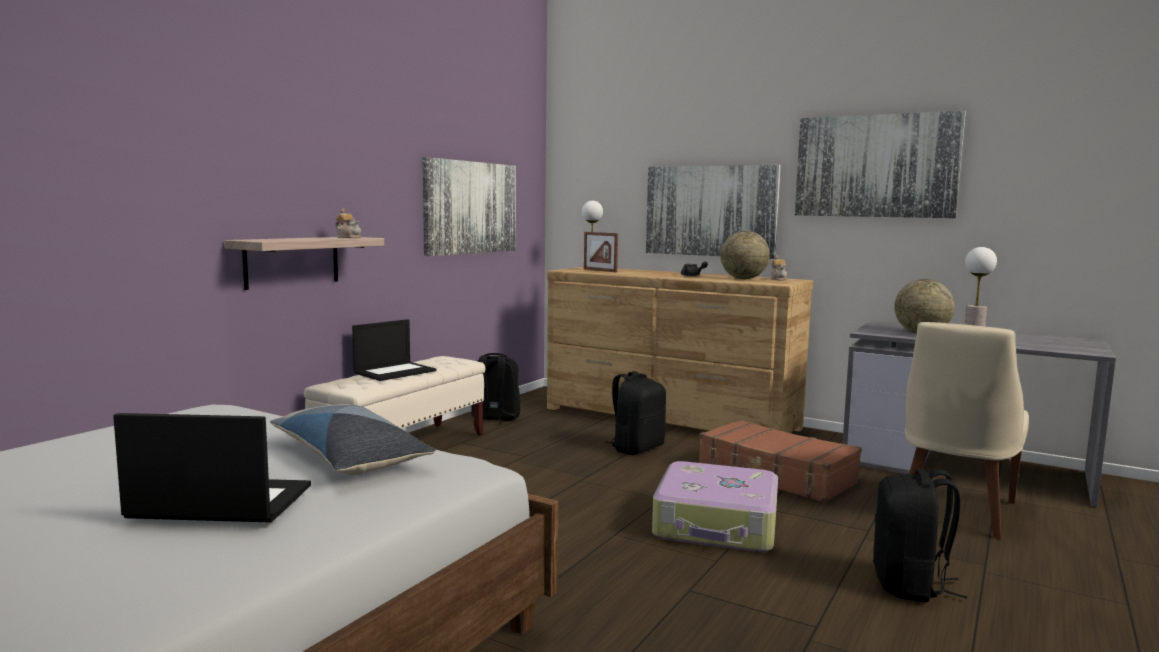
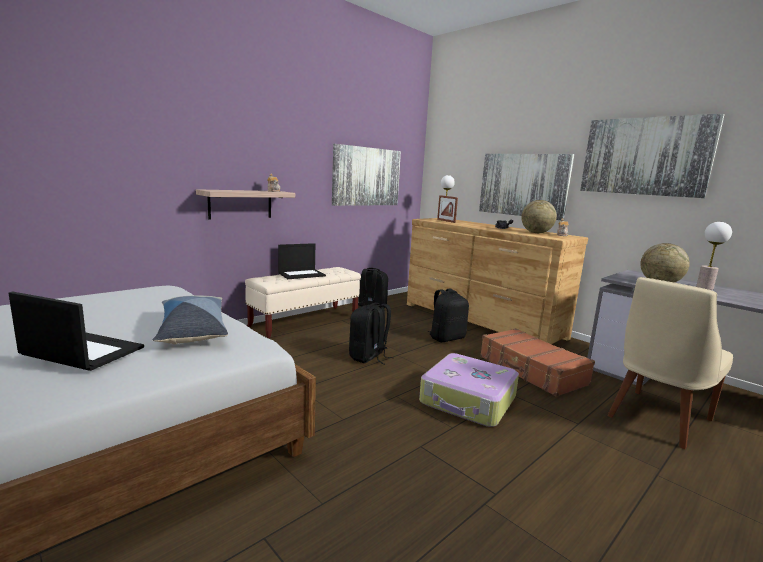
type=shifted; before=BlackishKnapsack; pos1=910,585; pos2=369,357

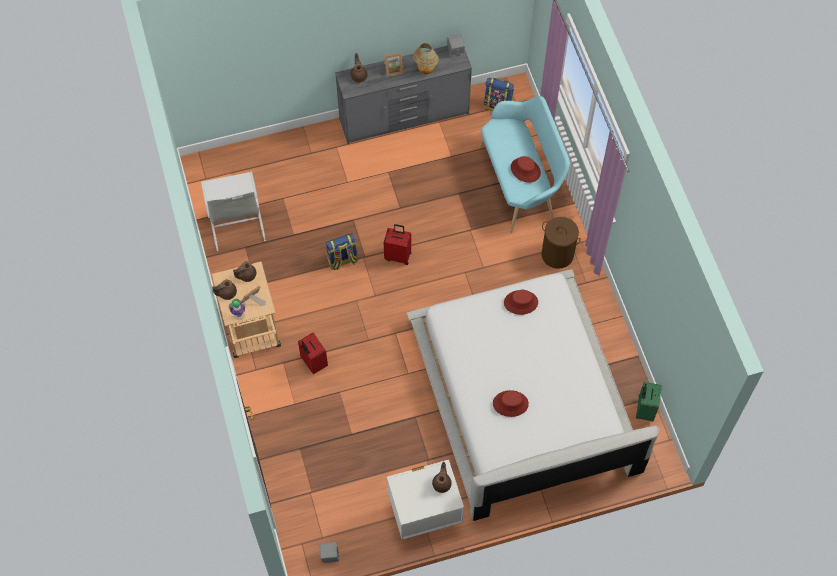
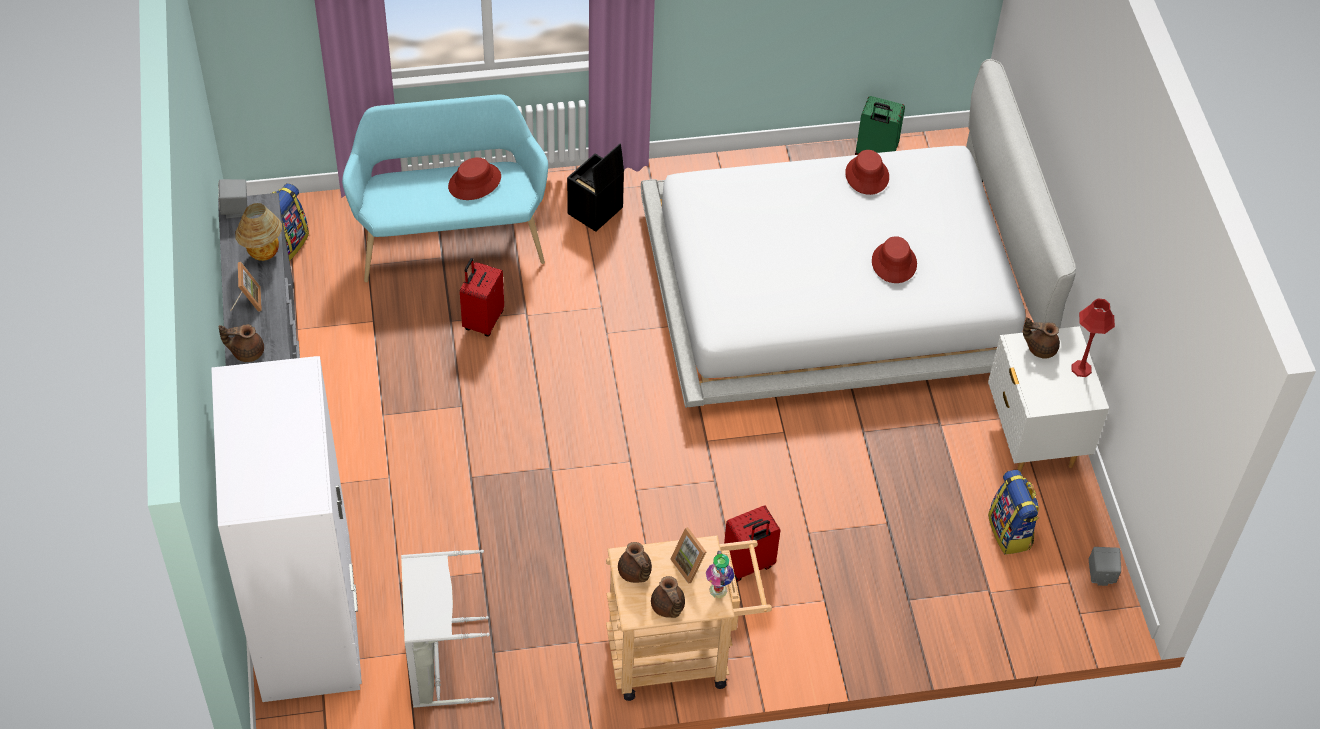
type=new; after=WhiteColouredArmoire; pos2=308,619
type=shifted; before=RedColouredSuitcase; pos1=398,255; pos2=482,321
type=swapped; before=BrownishWashingBasket; after=BlackishStorageBin; pos1=557,254; pos2=595,211
type=shifted; before=RedColouredHat; pos1=521,302; pos2=866,175
type=shifted; before=Knapsack; pos1=342,260; pos2=1010,532
type=new; after=RedColouredLampForATable; pos2=1081,368

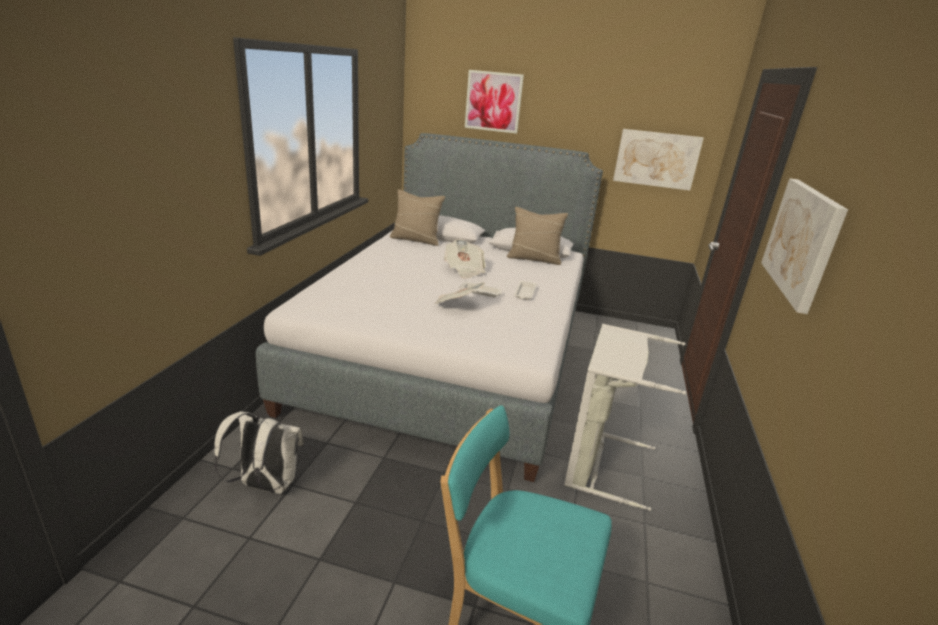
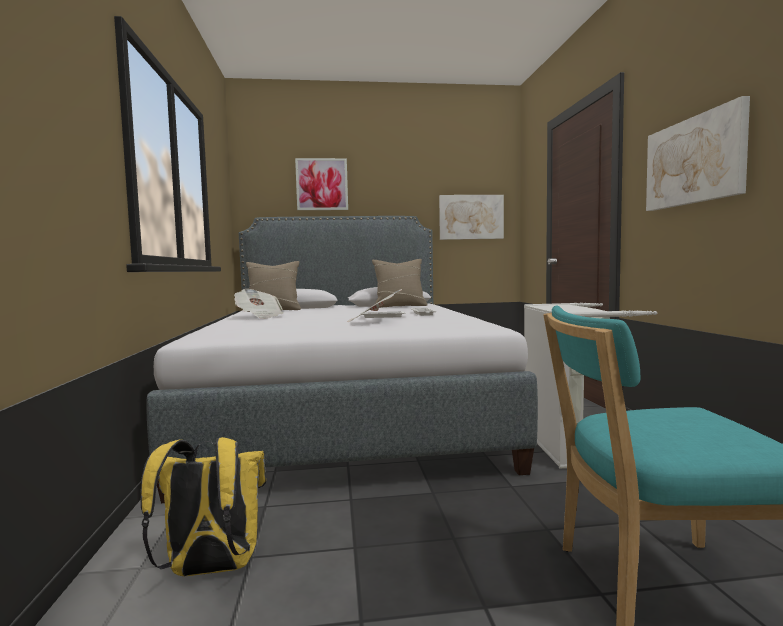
type=repainted; before=WhiteColouredKnapsack; after=YellowishKnapsack; pos1=265,485; pos2=210,569
type=shifted; before=DailyPaper; pos1=464,270; pos2=259,317

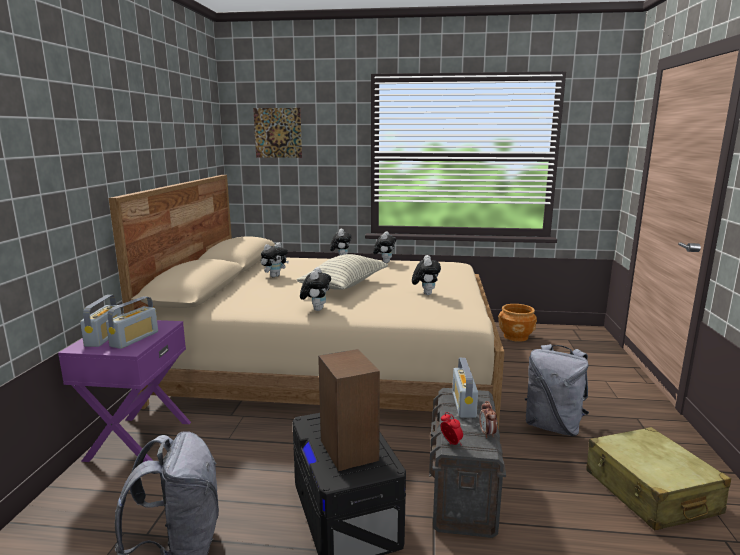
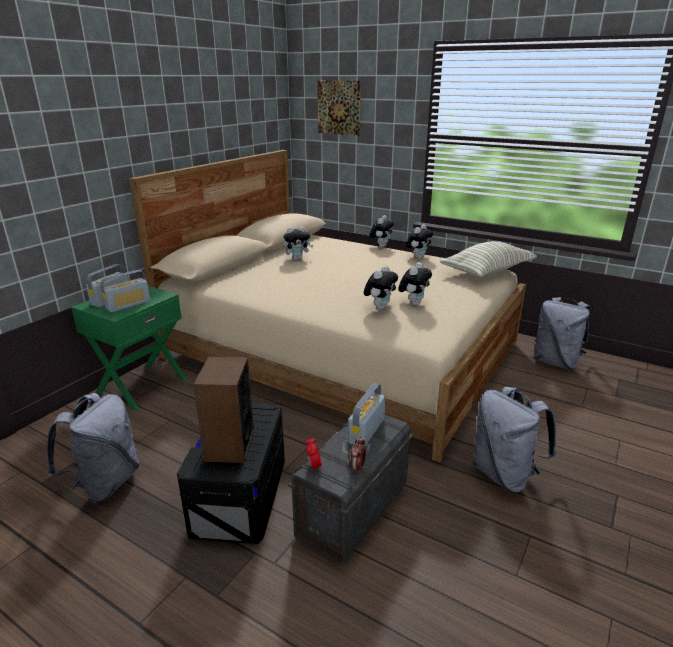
type=repainted; before=PurpleNightTable; after=GreenishNightTable; pos1=138,440; pos2=141,385
type=shifted; before=PlushToy; pos1=316,309; pos2=380,307
type=shifted; before=Pillow; pos1=344,286; pos2=487,272
type=swapped; before=BrownishFlowerPot; after=GreyishKnapsack; pos1=516,336; pos2=556,362
type=gone; before=BeigeSuitcase; pos1=650,492

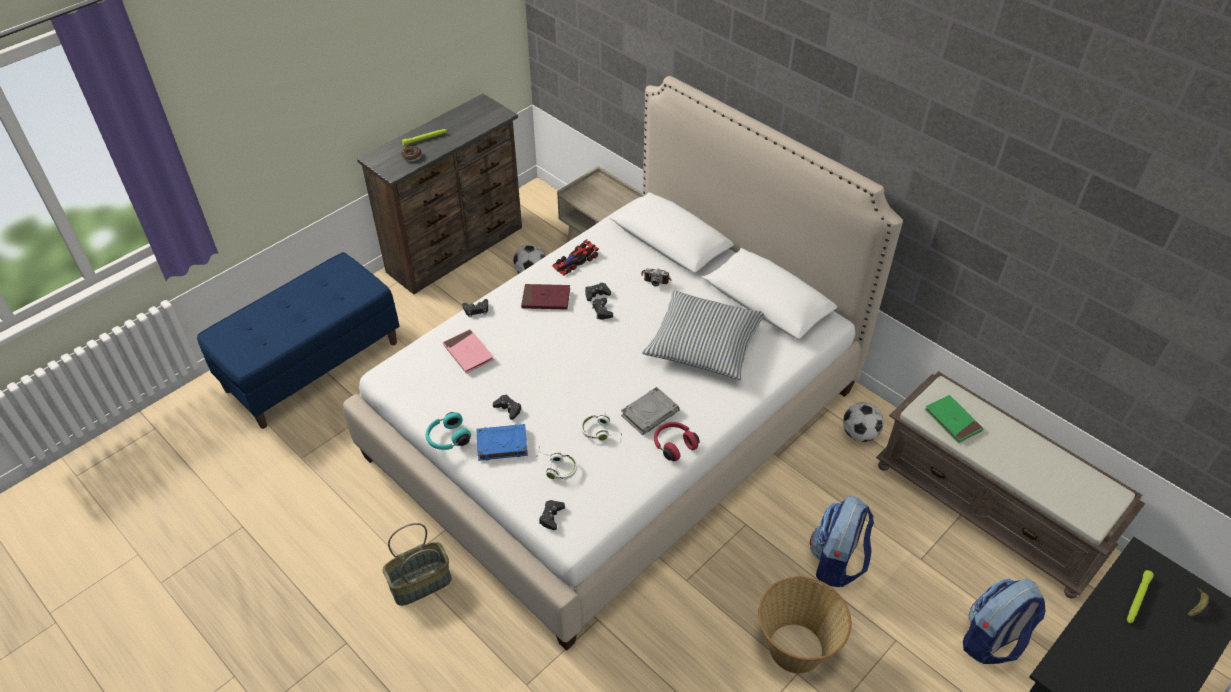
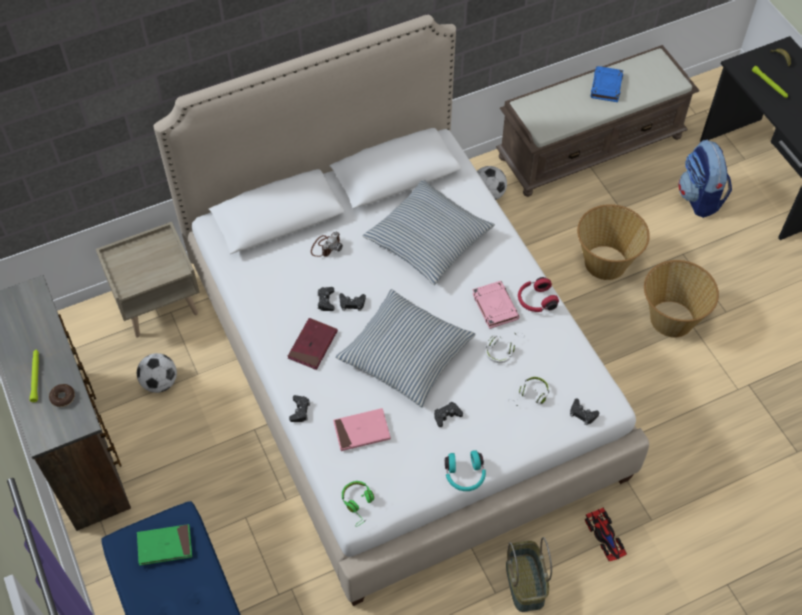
type=shifted; before=GreenishBoundBook; pos1=952,421; pos2=165,546
type=new; after=Pillow; pos2=405,354
type=new; after=GreenishHeadset; pos2=358,504
type=repainted; before=GreyishBoundBook; after=PinkishBoundBook; pos1=650,413; pos2=494,306
type=swapped; before=Knapsack; after=StorageBasket; pos1=836,562; pos2=606,262
type=shifted; before=ToyCar; pos1=575,261; pos2=605,536
type=shifted; before=BlueBoundBook; pos1=501,444; pos2=606,87

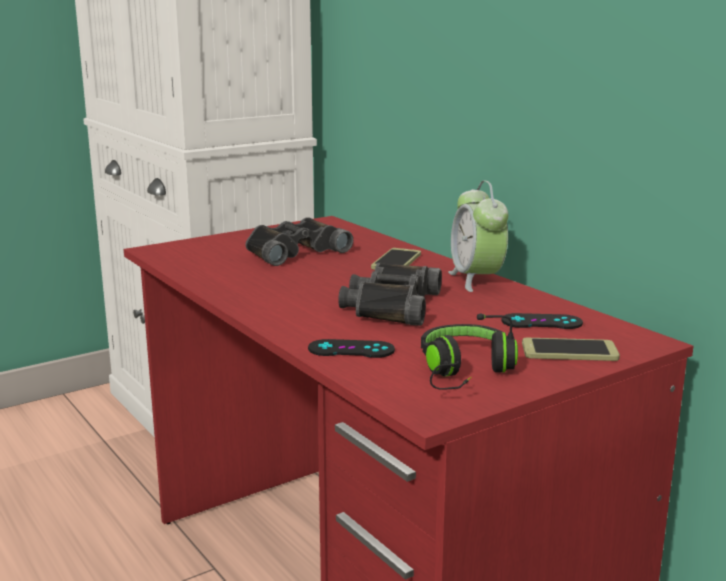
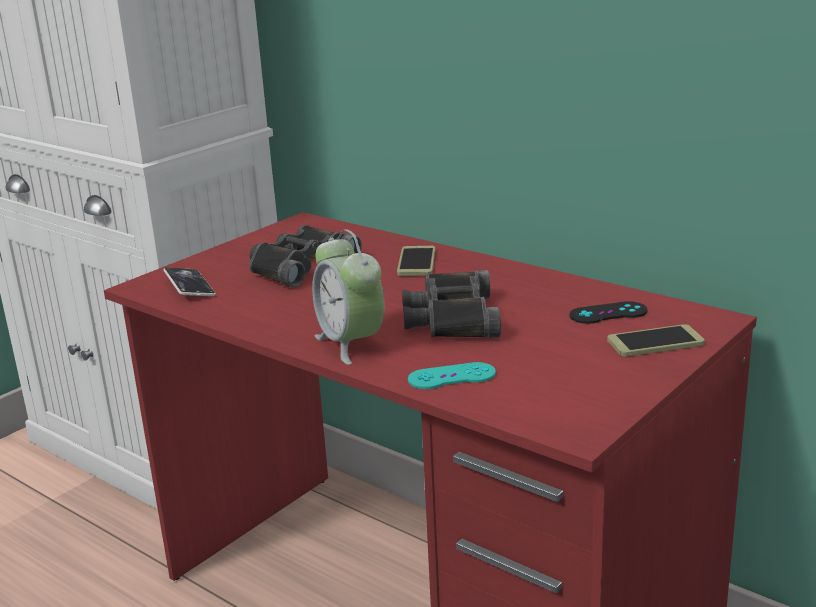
type=new; after=Phone; pos2=189,287
type=shifted; before=TableClock; pos1=476,280; pos2=351,344
type=repainted; before=BlackishJoypad; after=TurquoiseColouredJoypad; pos1=351,349; pos2=451,376
type=gone; before=BlackishHeadset; pos1=465,372

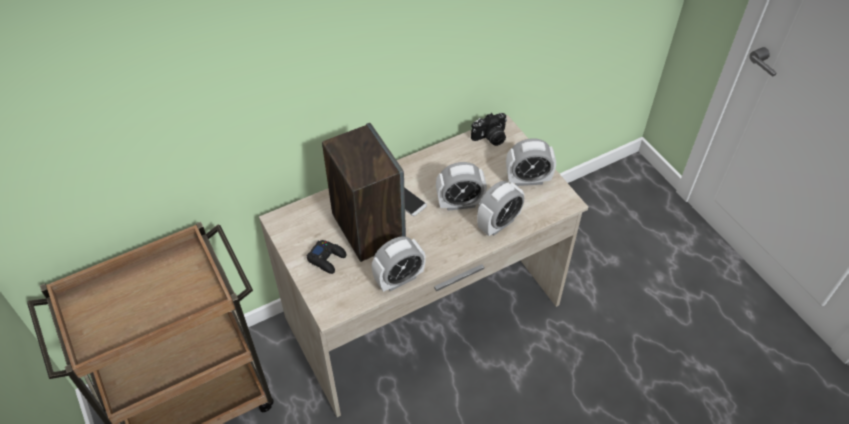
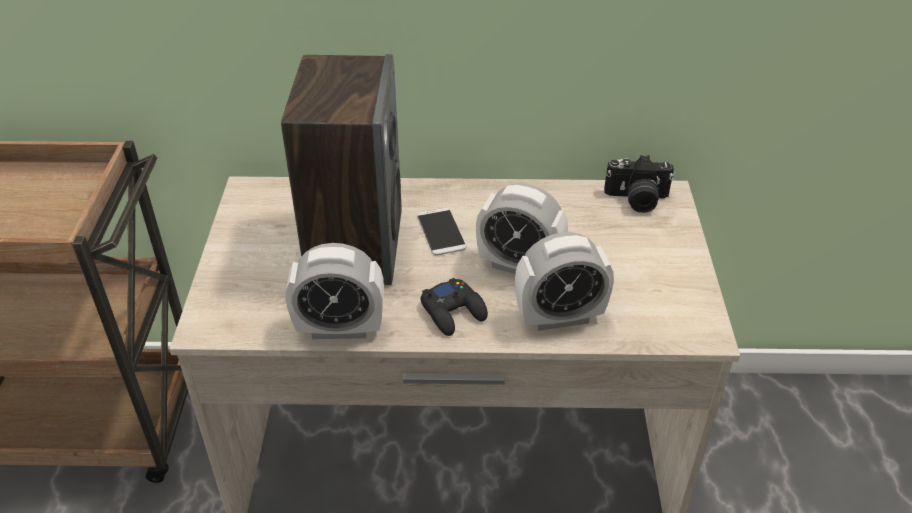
type=shifted; before=BlackishJoypad; pos1=327,259; pos2=453,312
type=gone; before=TableClock; pos1=528,180

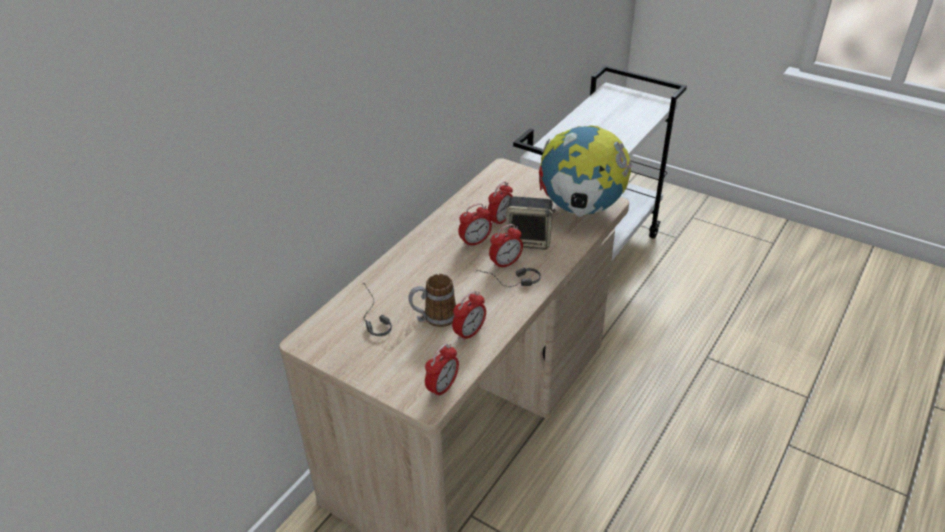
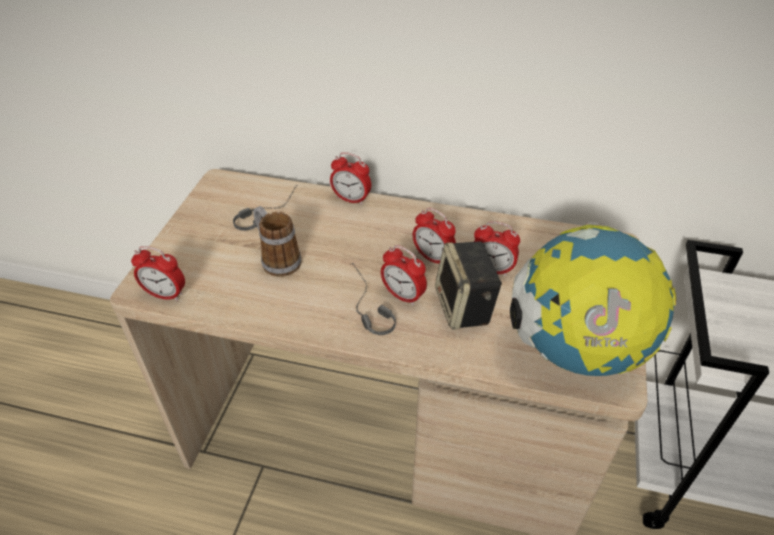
type=shifted; before=TableClock; pos1=469,333; pos2=351,199

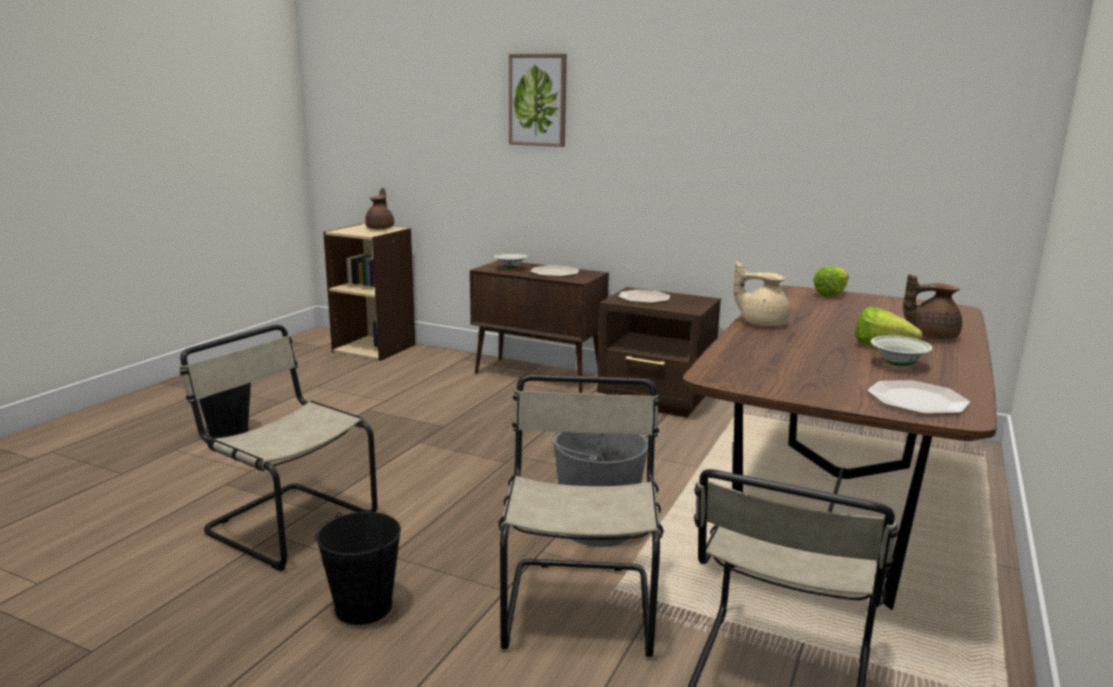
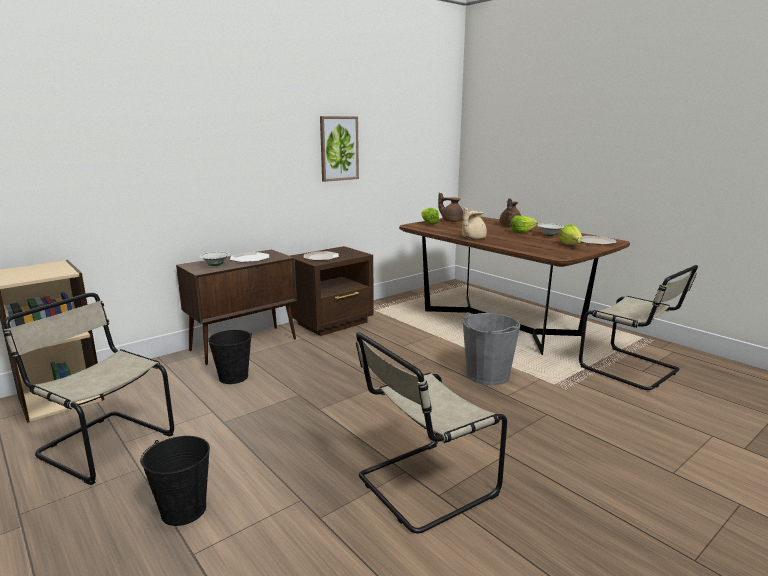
type=shifted; before=BeigeUprightChair; pos1=579,604; pos2=103,444
type=shifted; before=BlackishWaterBucket; pos1=364,607; pos2=233,377
type=shifted; before=WallArt; pos1=538,100; pos2=339,148
type=shifted; before=BrownishTeapot; pos1=381,228; pos2=451,221
type=new; after=HeadOfLettuce; pos2=571,246

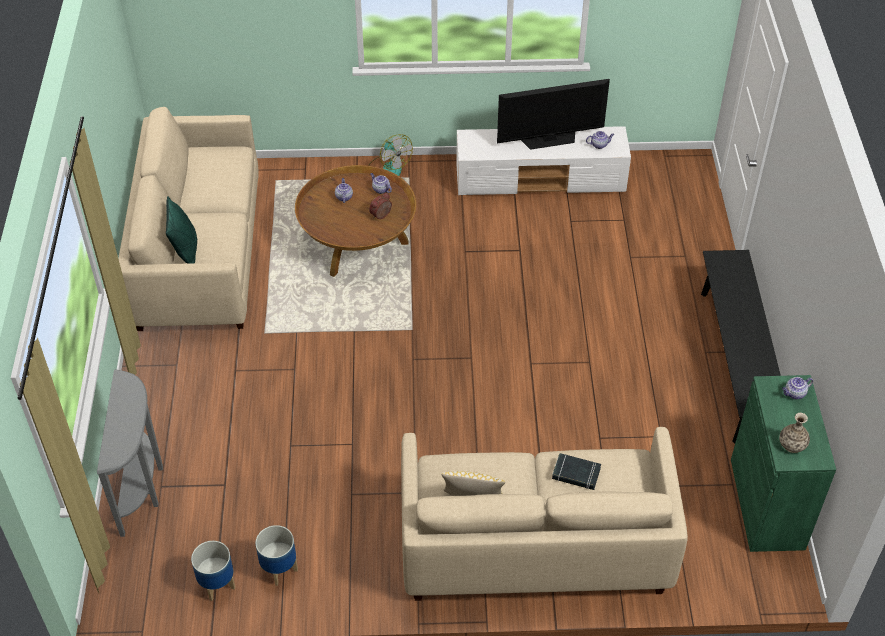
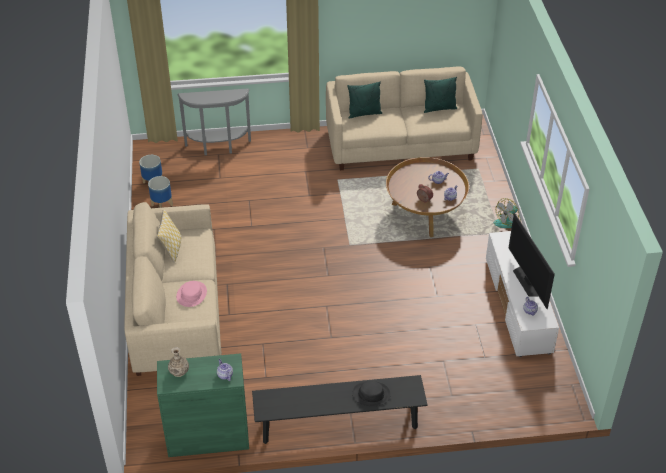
type=swapped; before=BlackishBoundBook; after=PinkishHat; pos1=576,474; pos2=191,294
type=new; after=BlackishHat; pos2=371,394
type=new; after=GreenishPillow; pos2=439,108

